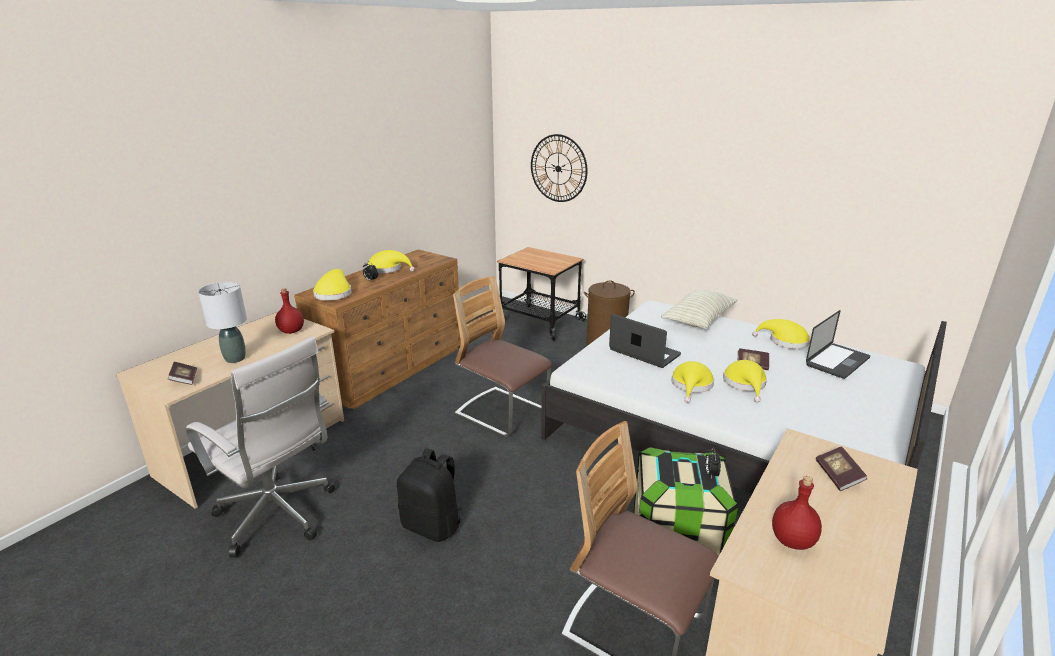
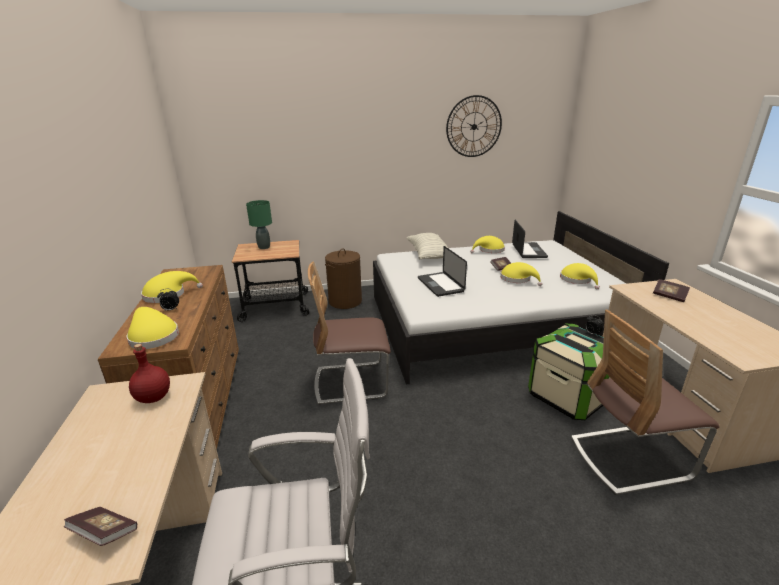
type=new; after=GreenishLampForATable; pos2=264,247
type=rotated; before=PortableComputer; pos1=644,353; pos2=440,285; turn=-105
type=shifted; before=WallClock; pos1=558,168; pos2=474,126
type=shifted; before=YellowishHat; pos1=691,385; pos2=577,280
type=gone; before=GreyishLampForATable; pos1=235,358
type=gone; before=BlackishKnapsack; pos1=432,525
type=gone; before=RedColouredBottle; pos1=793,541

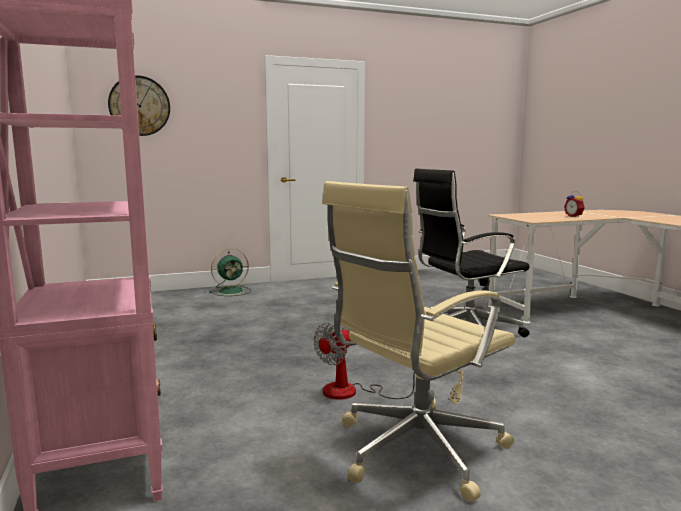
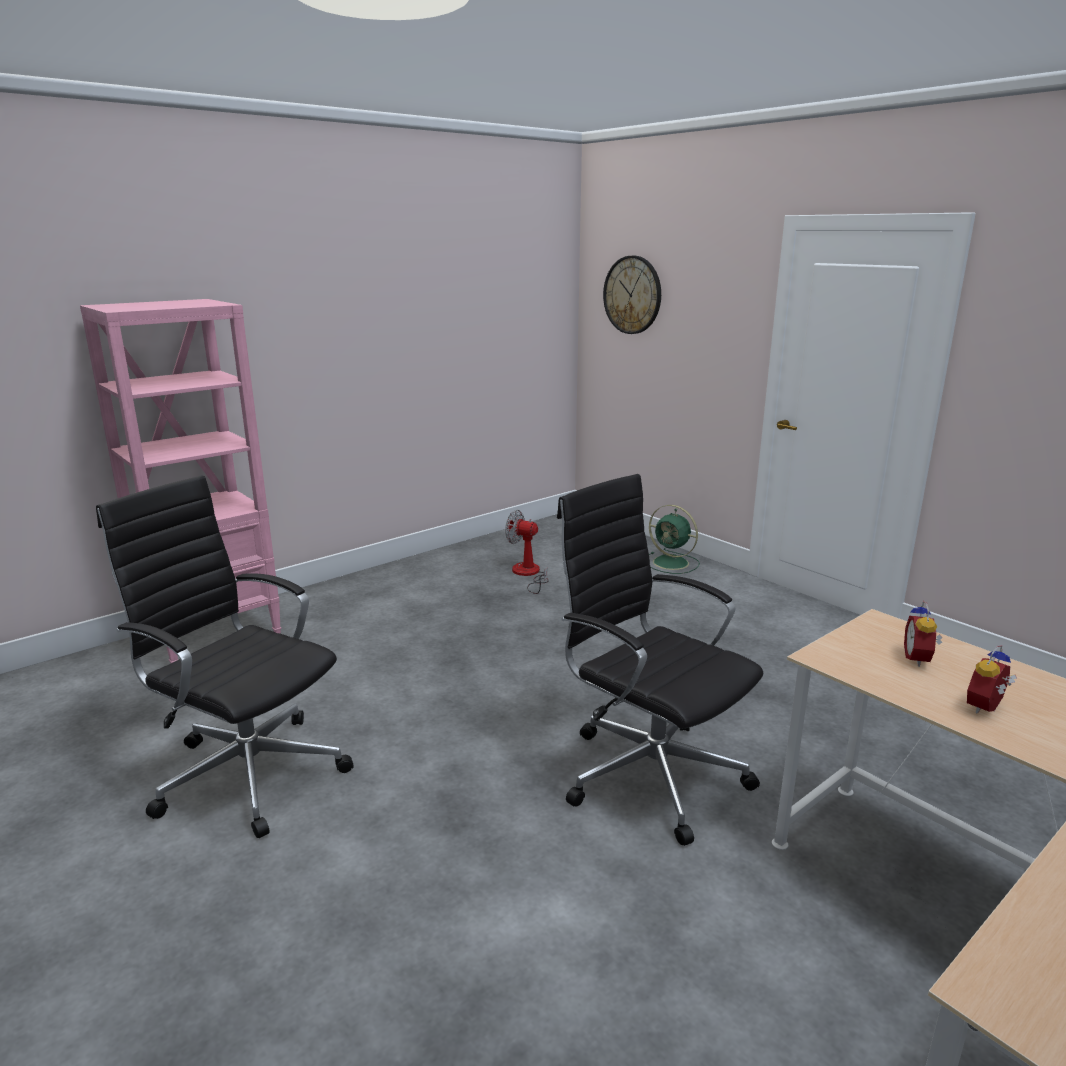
type=repainted; before=BeigeComputerChair; after=BlackishComputerChair; pos1=415,451; pos2=248,771
type=shifted; before=Fan; pos1=352,392; pos2=528,574
type=new; after=TableClock; pos2=919,659

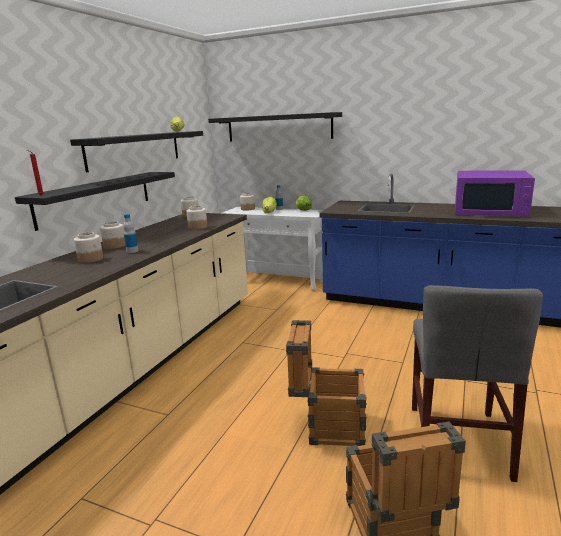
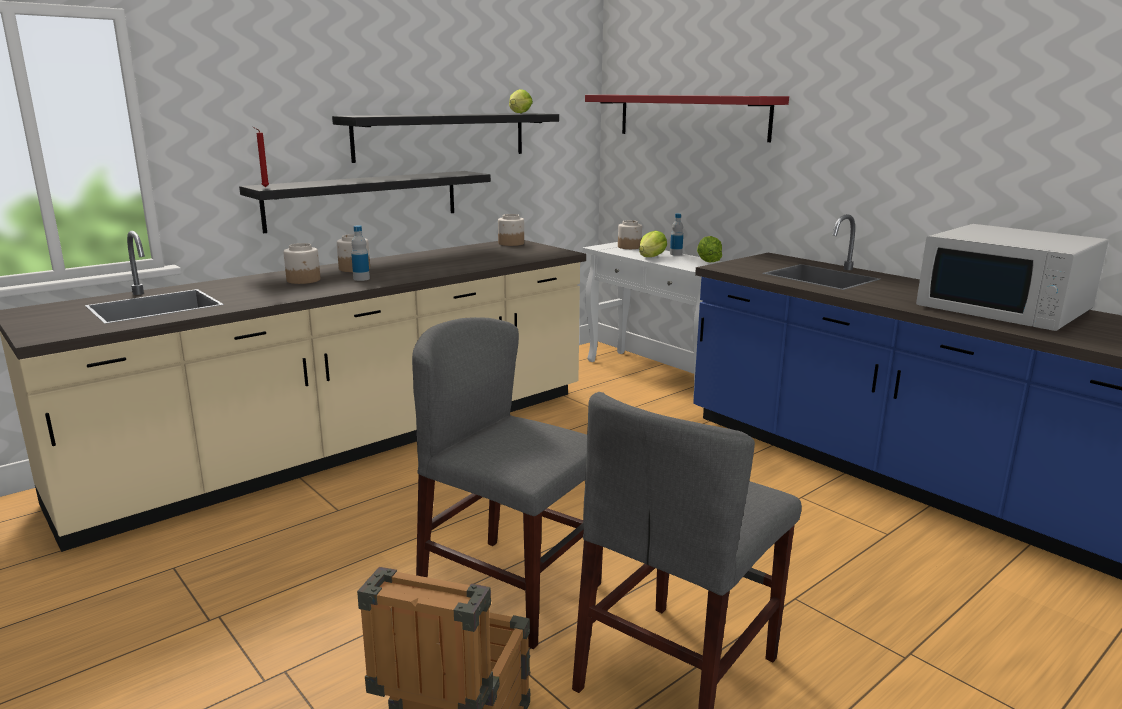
type=swapped; before=Crate; after=GreyishUprightChair; pos1=327,427; pos2=510,590
type=repainted; before=BlackishWallShelf; after=RedColouredWallShelf; pos1=278,127; pos2=691,116
type=repainted; before=PurpleMicrowave; after=WhiteColouredMicrowave; pos1=490,210; pos2=1005,309
type=gone; before=Jar; pos1=197,227

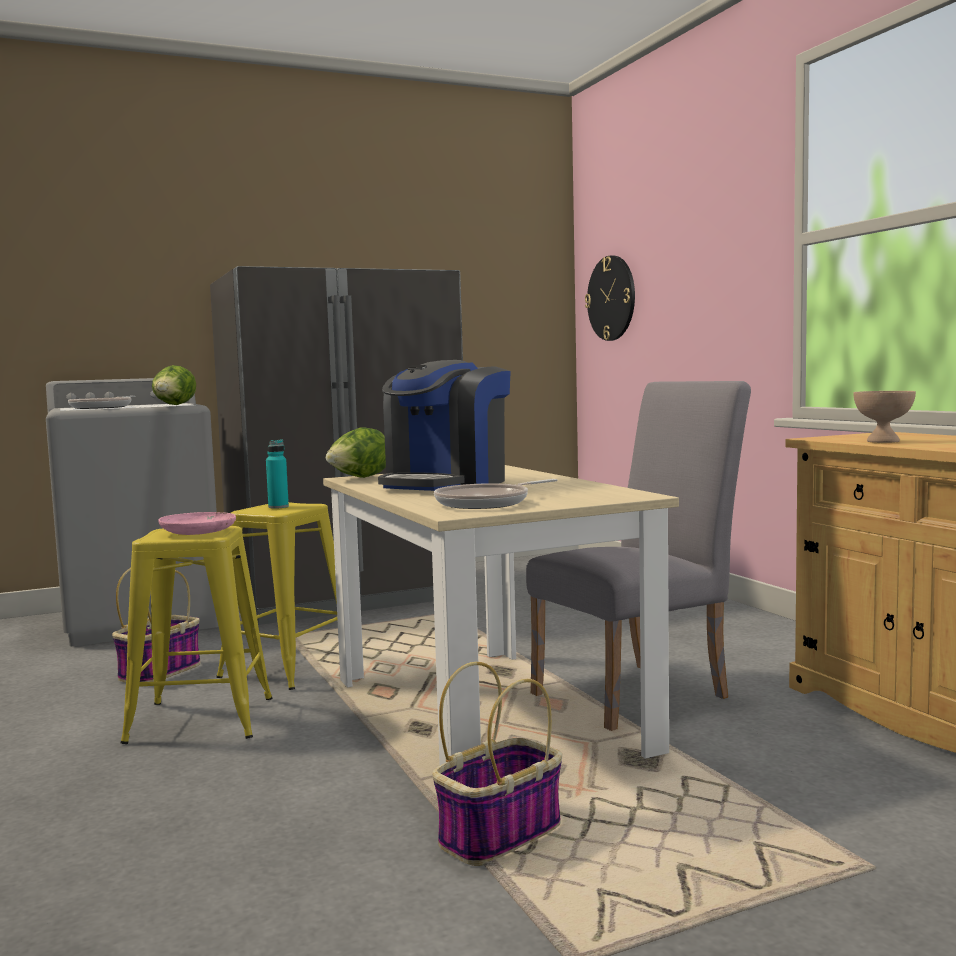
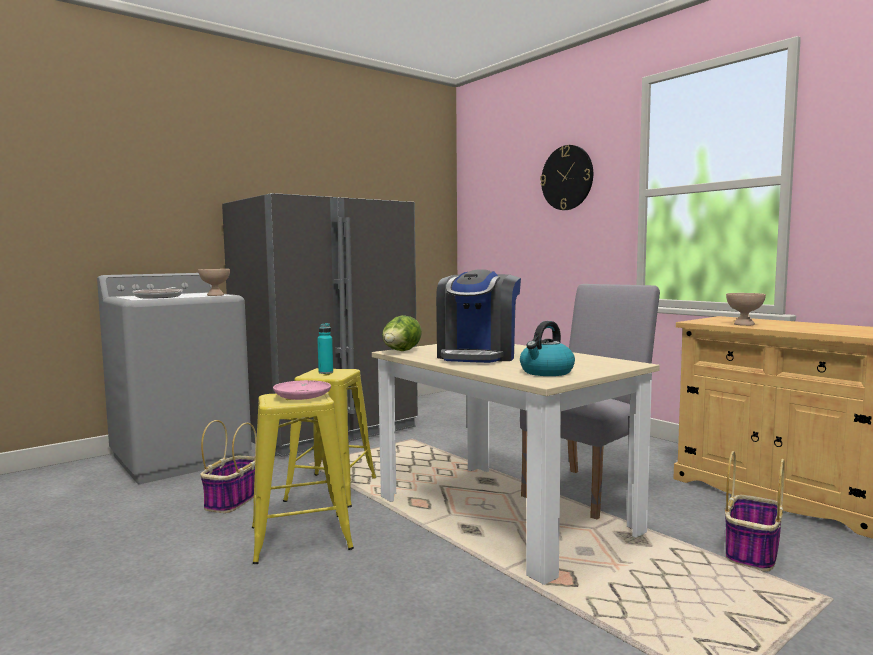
type=swapped; before=HeadOfLettuce; after=BeigeServingBowl; pos1=174,405; pos2=216,295
type=swapped; before=Pan; after=Kettle; pos1=487,503; pos2=546,372
type=shifted; before=WallClock; pos1=611,298; pos2=567,178
type=shifted; before=StorageBasket; pos1=501,833; pos2=751,552

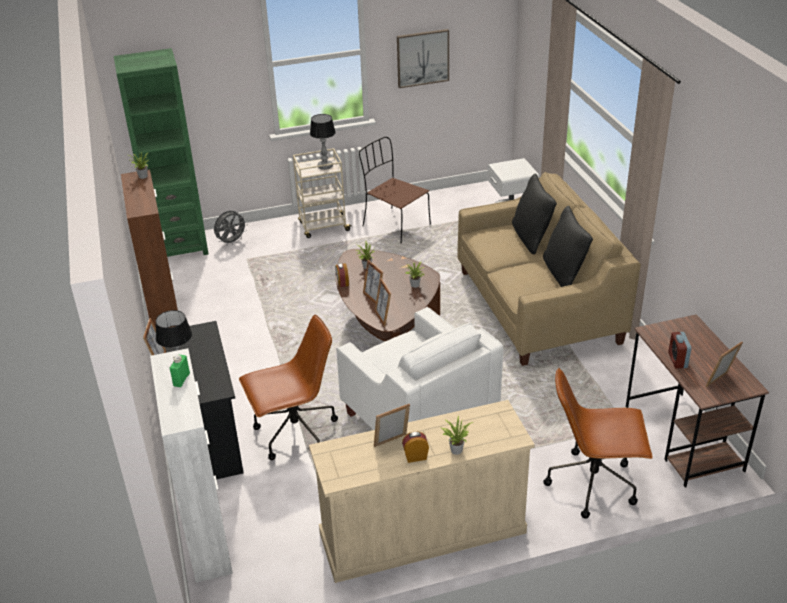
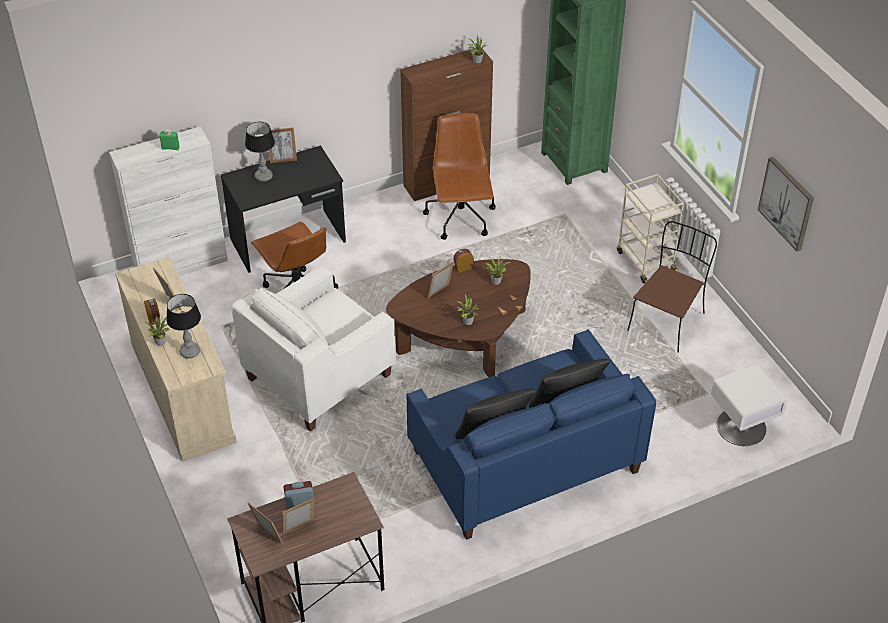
type=shifted; before=LampForATable; pos1=325,166; pos2=190,351
type=shifted; before=PhotoFrame; pos1=383,317; pos2=299,529
type=repainted; before=BeigeSofa; after=BlueSofa; pos1=538,306; pos2=525,461
type=shifted; before=BrownishComputerChair; pos1=593,483; pos2=461,219
type=gone; before=GreyishFan; pos1=231,242

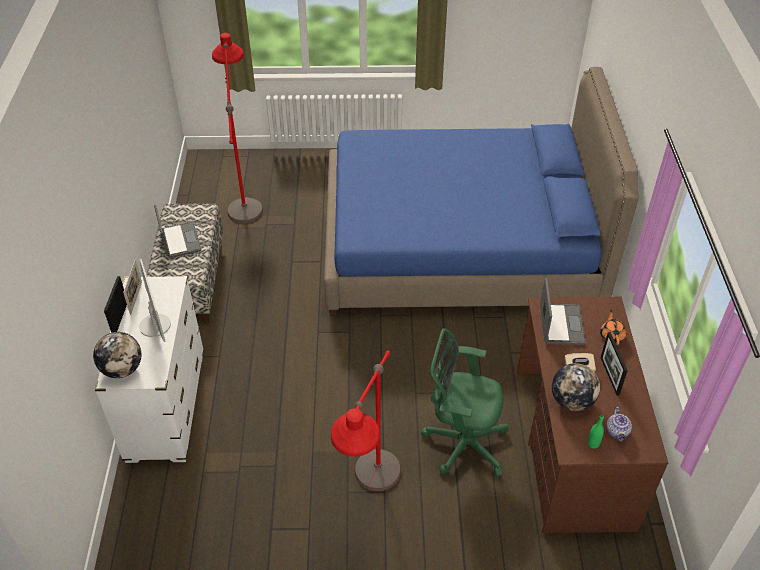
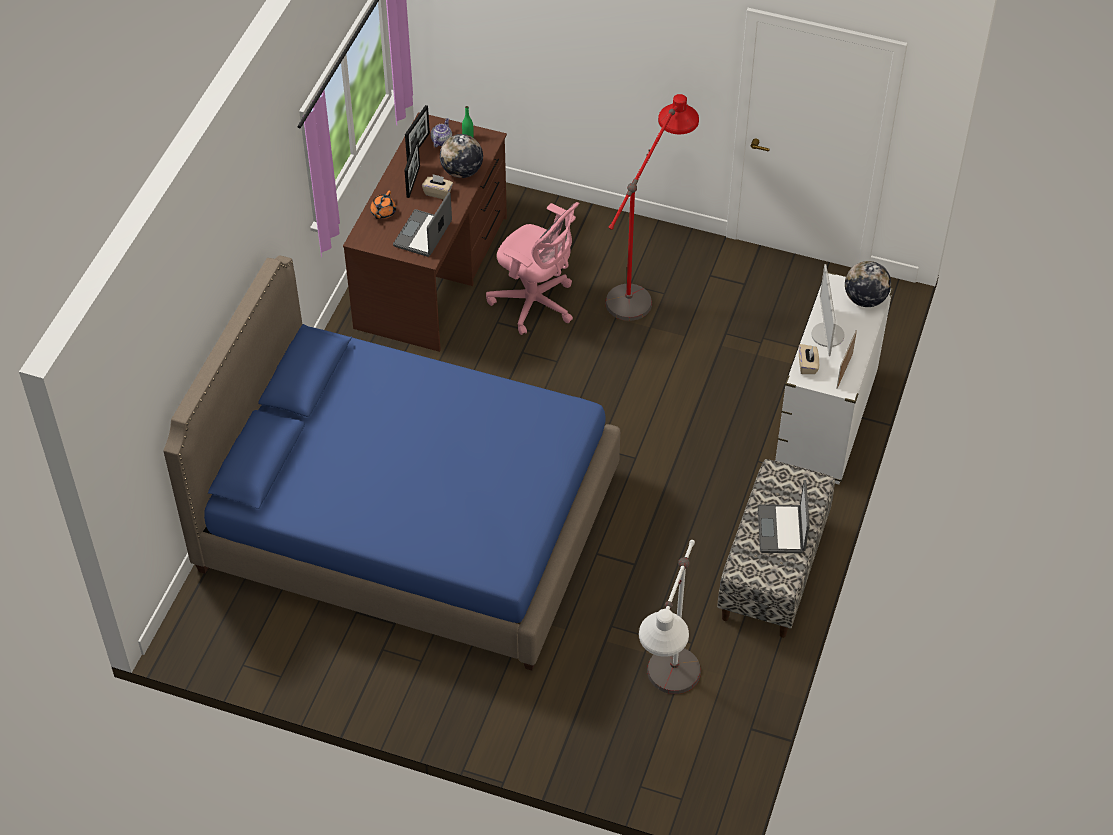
type=shifted; before=PhotoFrame; pos1=120,318; pos2=418,147
type=repainted; before=GreenishComputerChair; after=PinkishComputerChair; pos1=461,442; pos2=535,304
type=repainted; before=RedColouredStandingLamp; after=WhiteColouredStandingLamp; pos1=245,194; pos2=666,703
type=new; after=BeigeTissueBox; pos2=807,365

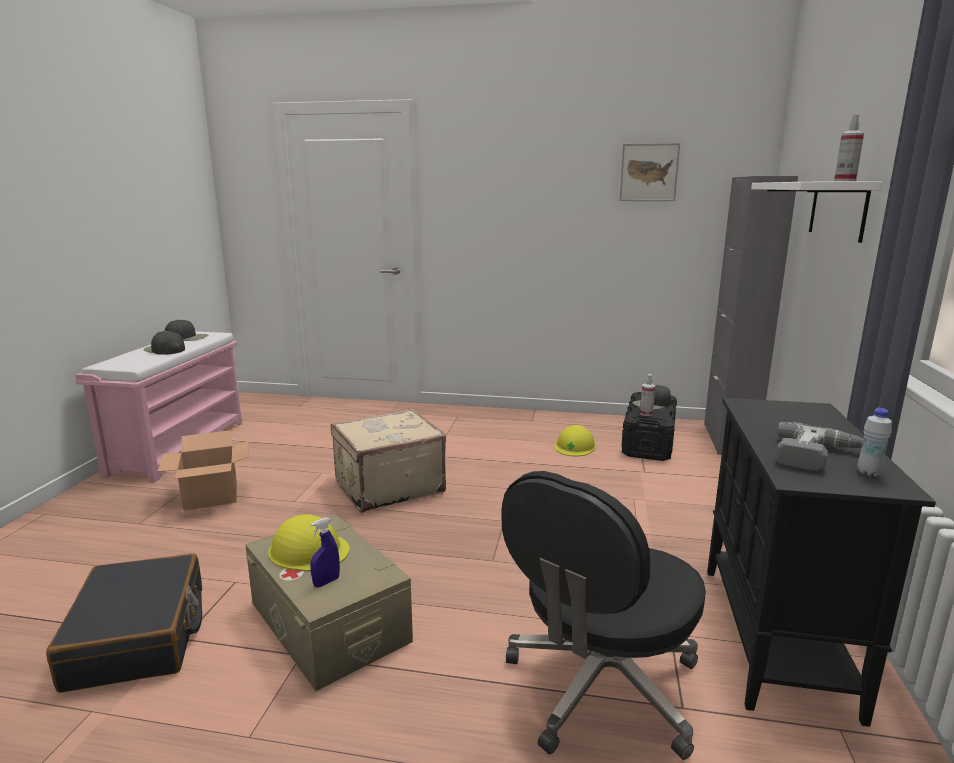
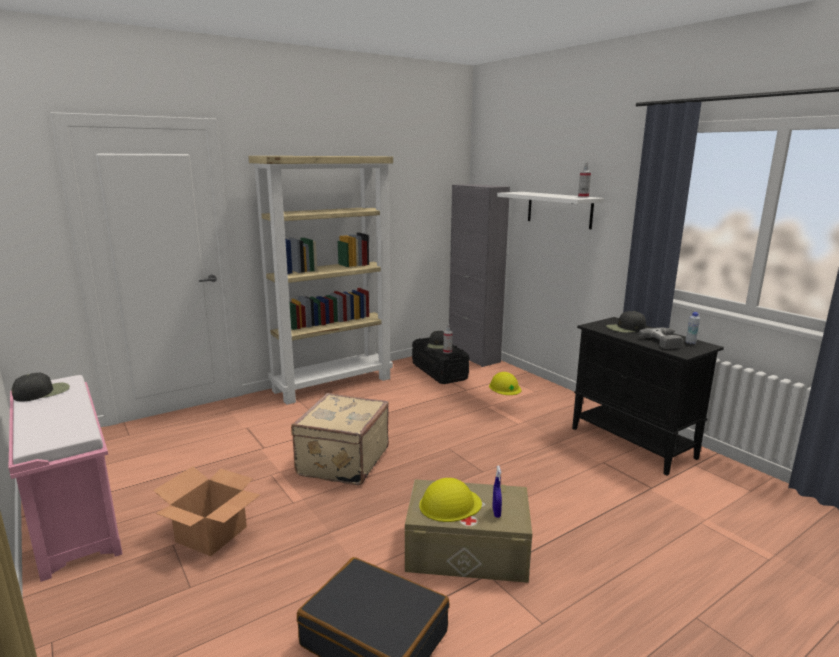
type=new; after=BeigeBookshelf; pos2=333,384
type=shifted; before=YellowishSafetyHelmet; pos1=575,446; pos2=505,387
type=shifted; before=BlackishPeakedCap; pos1=164,350; pos2=625,328
type=gone; before=BlackishComputerChair; pos1=601,688
type=gone; before=WallArt; pos1=649,172

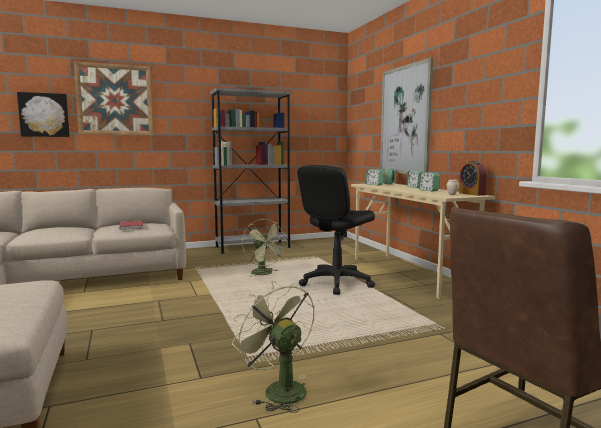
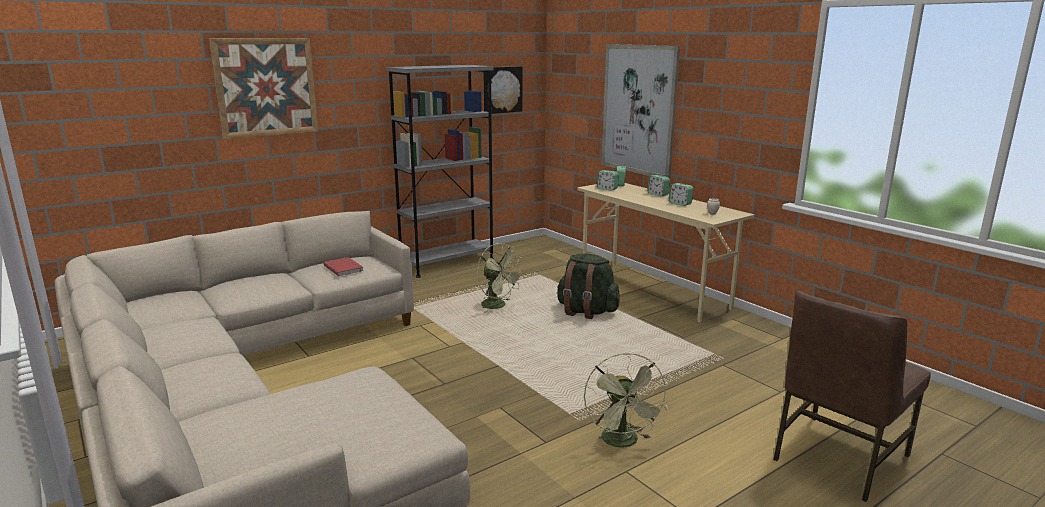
type=shifted; before=WallArt; pos1=44,115; pos2=501,89
type=swapped; before=BlackishComputerChair; after=GreenishKnapsack; pos1=336,283; pos2=586,312
type=rotated; before=GreenishFan; pos1=278,389; pos2=623,442; turn=-135
type=gone; before=TableClock; pos1=472,194

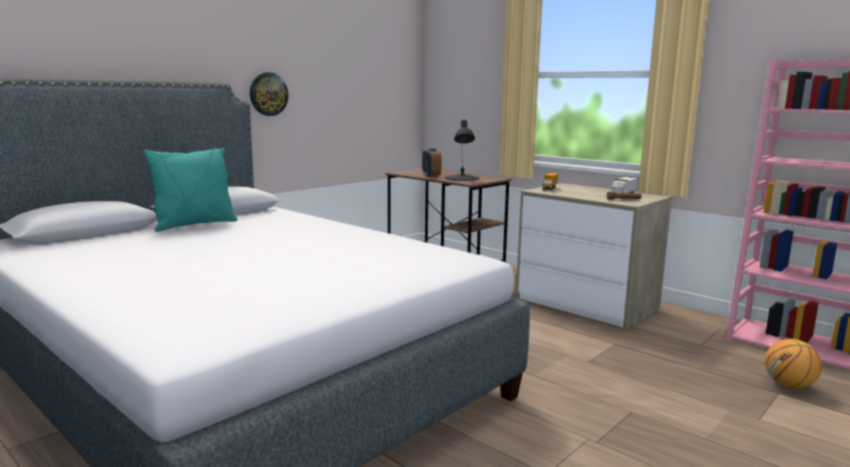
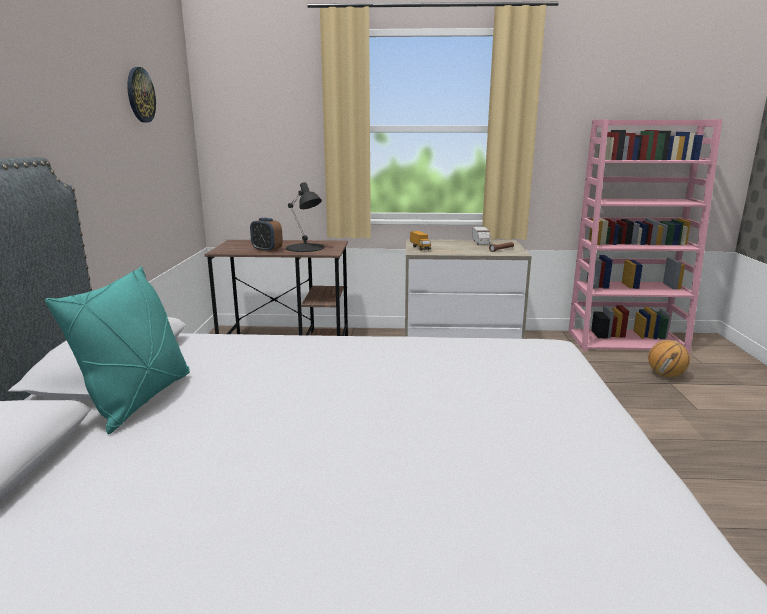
type=shifted; before=WallClock; pos1=268,94; pos2=140,95

